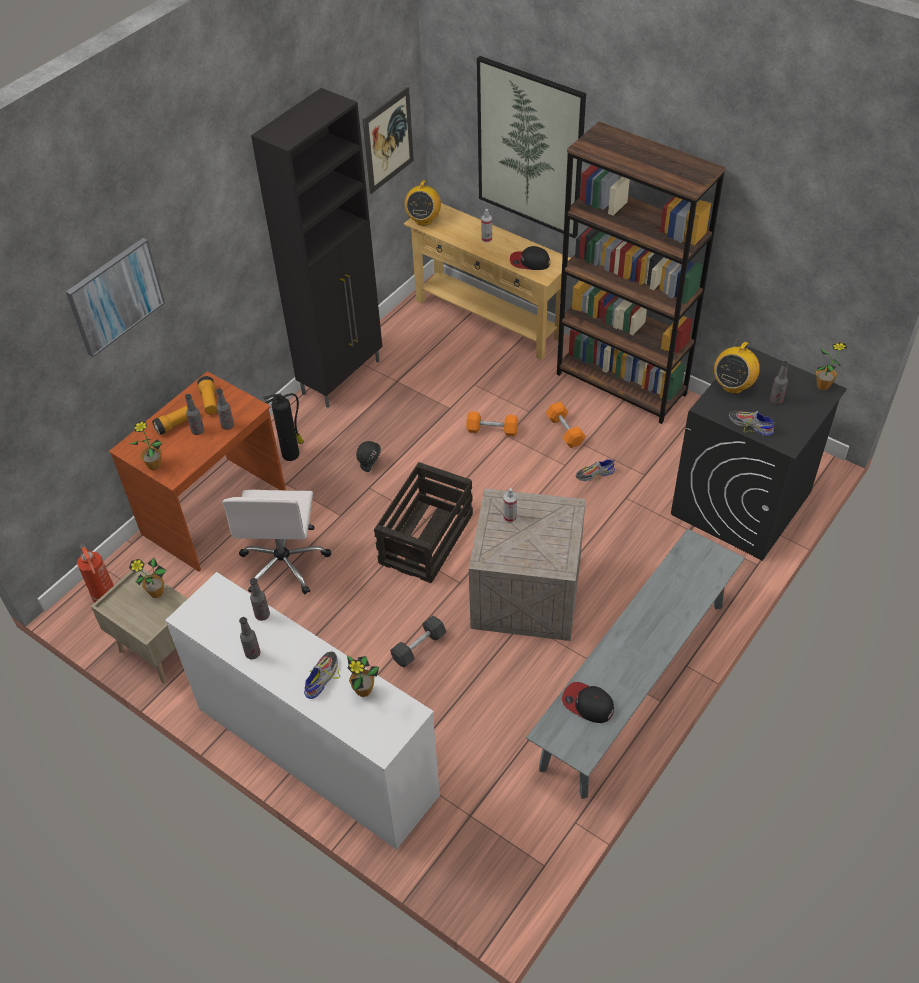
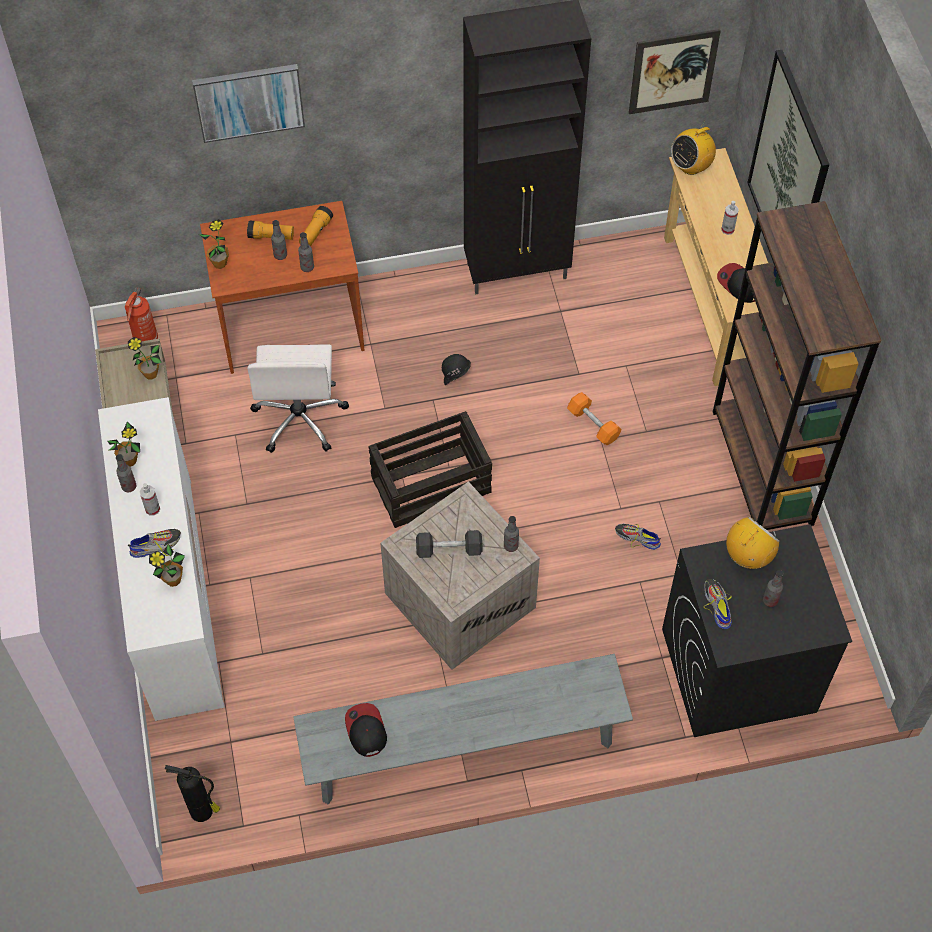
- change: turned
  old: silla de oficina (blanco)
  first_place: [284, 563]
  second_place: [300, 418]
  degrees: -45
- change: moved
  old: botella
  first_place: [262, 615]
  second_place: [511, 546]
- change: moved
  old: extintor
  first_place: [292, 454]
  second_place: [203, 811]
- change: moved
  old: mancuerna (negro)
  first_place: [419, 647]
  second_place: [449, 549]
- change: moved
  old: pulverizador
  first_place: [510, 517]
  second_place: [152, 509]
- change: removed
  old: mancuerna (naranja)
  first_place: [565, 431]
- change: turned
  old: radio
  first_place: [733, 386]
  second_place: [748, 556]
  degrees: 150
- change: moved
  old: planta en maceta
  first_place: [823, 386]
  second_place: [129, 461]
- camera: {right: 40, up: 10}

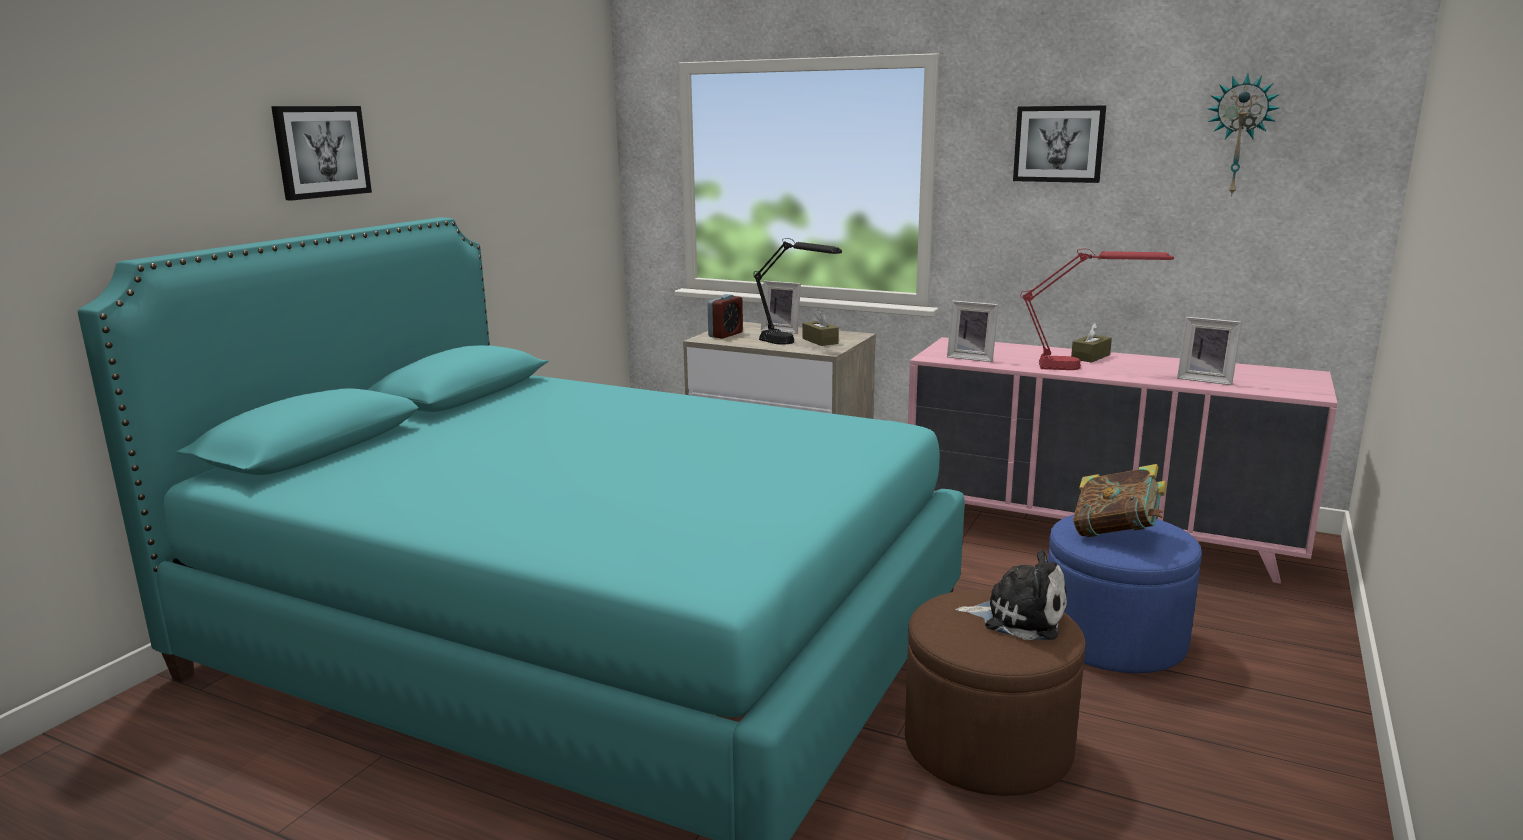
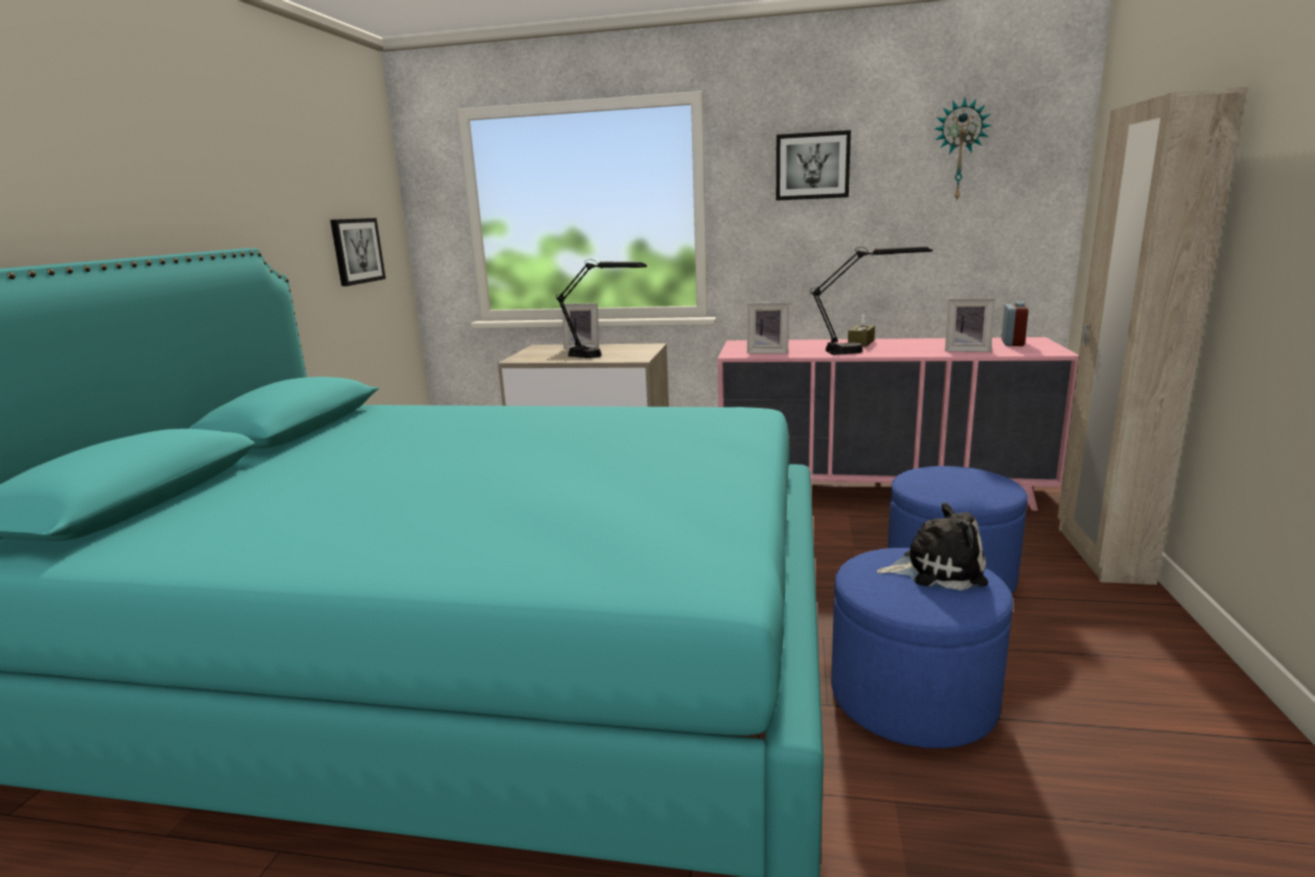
- change: moved
  old: cuadro
  first_place: [321, 151]
  second_place: [357, 251]
- change: moved
  old: despertador
  first_place: [725, 334]
  second_place: [1012, 343]
- change: removed
  old: caja de pañuelos (marrón)
  first_place: [820, 341]
- change: recoloured
  old: puf (marrón)
  new: puf (azul)
  first_place: [987, 746]
  second_place: [912, 697]
- change: recoloured
  old: lámpara de mesa (rojo)
  new: lámpara de mesa (negro)
  first_place: [1087, 367]
  second_place: [867, 350]
- change: removed
  old: libro
  first_place: [1116, 534]
- change: added
  new: armario ropero (beis)
  second_place: [1101, 554]
- camera: {right: -15, up: 0}

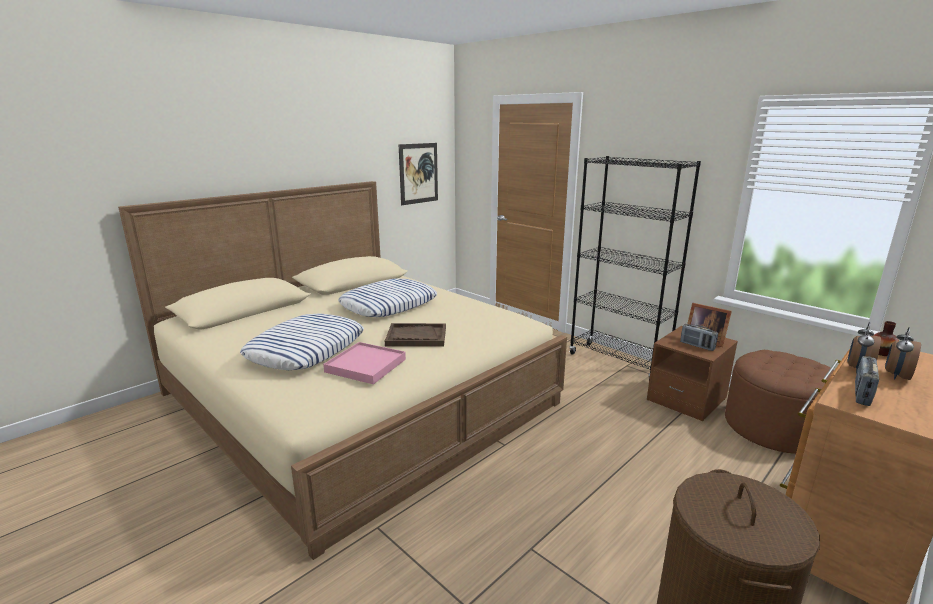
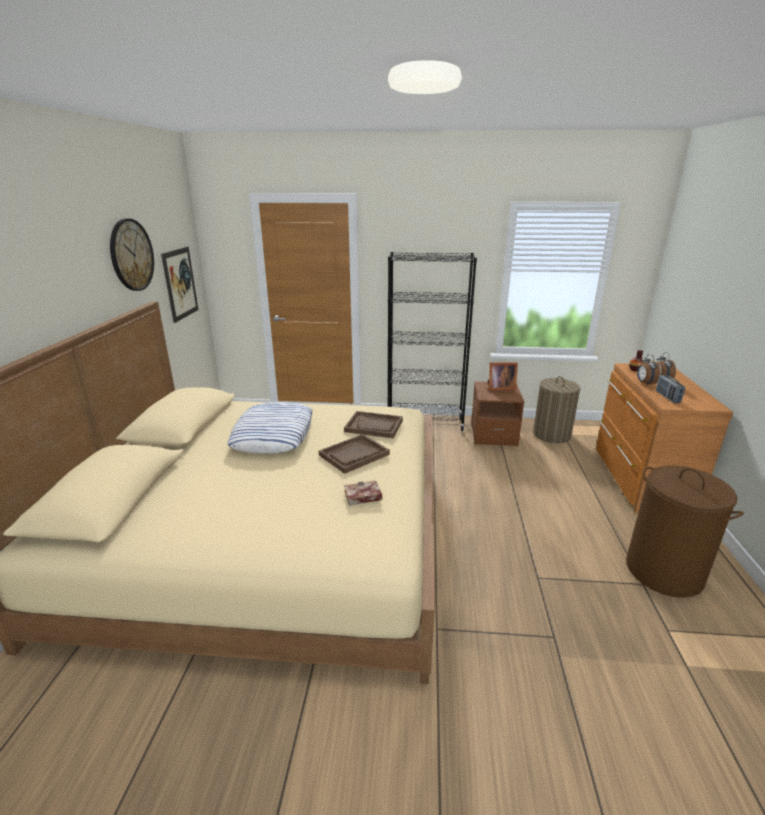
- change: removed
  old: cojín
  first_place: [306, 349]
- change: replaced
  old: bandeja (rosa)
  new: libro
  first_place: [365, 365]
  second_place: [361, 497]
- change: removed
  old: radio
  first_place: [697, 346]
- change: replaced
  old: puf (marrón)
  new: cesto de la ropa
  first_place: [774, 428]
  second_place: [551, 434]
- change: added
  new: reloj de pared
  second_place: [131, 255]
- change: added
  new: bandeja (marrón)
  second_place: [374, 426]
- camera: {right: -40, up: 5}

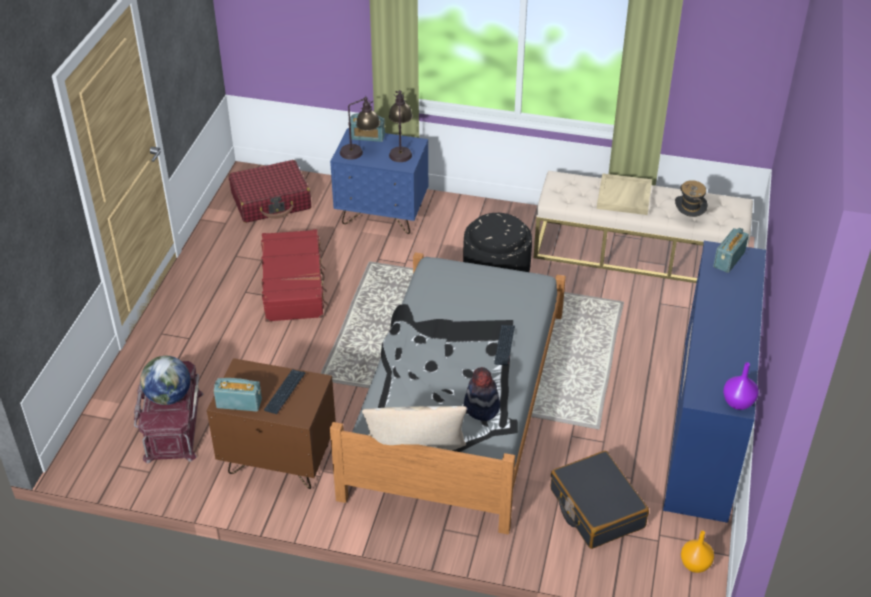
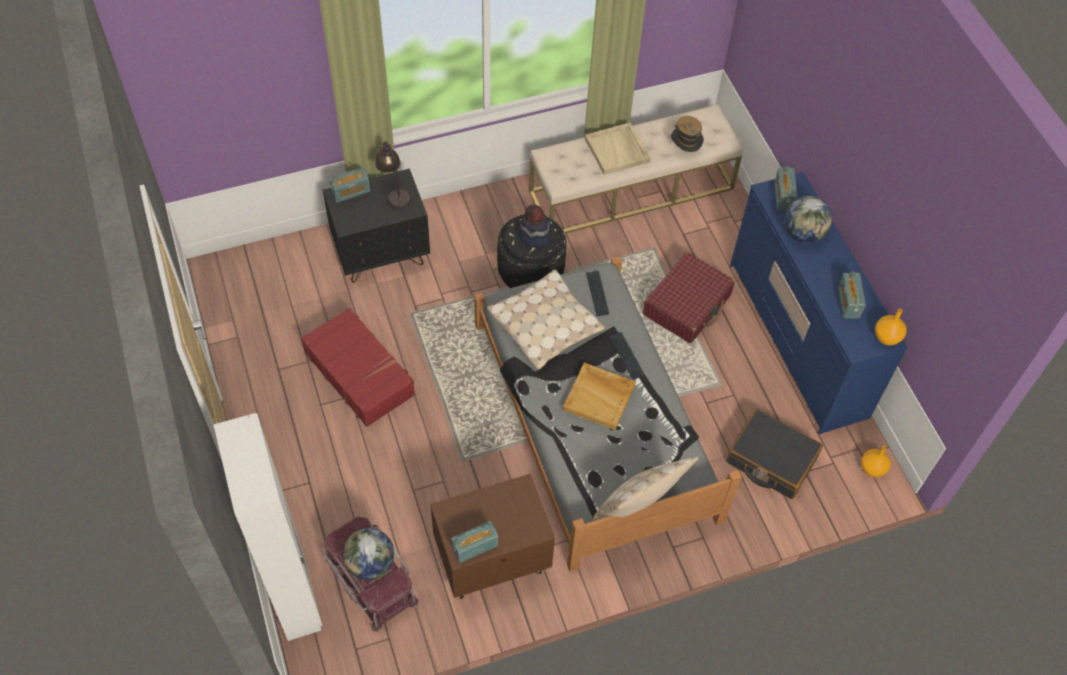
- change: moved
  old: maleta (rojo)
  first_place: [271, 201]
  second_place: [687, 305]
- change: moved
  old: teclado
  first_place: [285, 392]
  second_place: [597, 294]
- change: recoloured
  old: mesita de noche (azul)
  new: mesita de noche (negro)
  first_place: [382, 215]
  second_place: [381, 255]
- change: removed
  old: lámpara de mesa
  first_place: [360, 152]
- change: moved
  old: sombrero
  first_place: [481, 407]
  second_place: [534, 236]
- change: recoloured
  old: florero (morado)
  new: florero (naranja)
  first_place: [738, 403]
  second_place: [887, 337]
- change: added
  new: armario ropero (blanco)
  second_place: [296, 597]
- change: added
  new: cojín (beis)
  second_place: [545, 325]
- change: added
  new: bandeja (beis)
  second_place: [600, 397]
- change: added
  new: globo terráqueo
  second_place: [803, 233]
- change: added
  new: radio
  second_place: [848, 302]
- camera: {right: -35, up: 15}

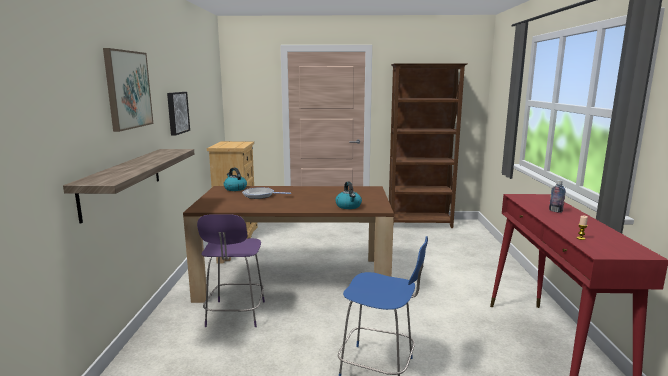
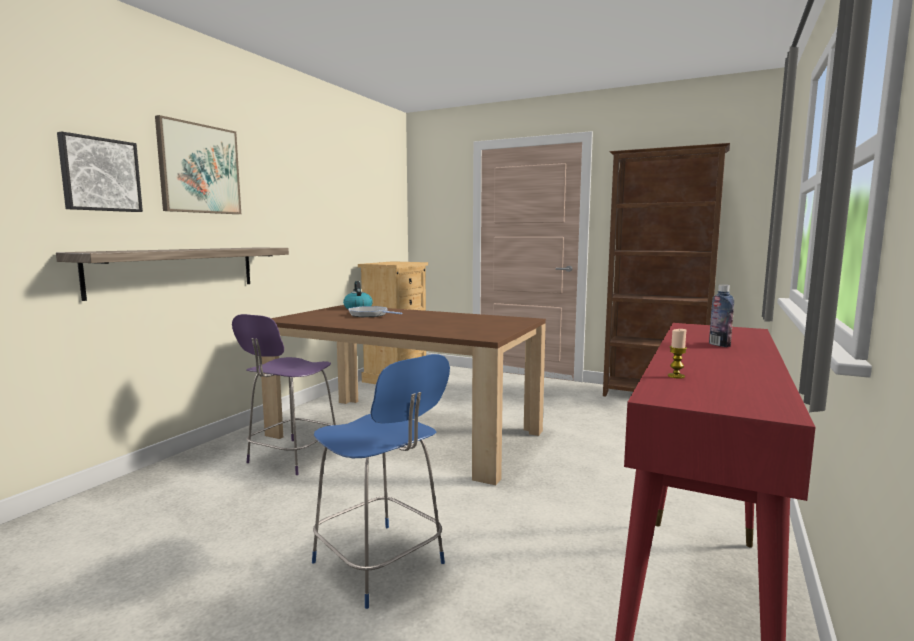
- change: moved
  old: cuadro
  first_place: [176, 112]
  second_place: [100, 174]
- change: removed
  old: hervidor
  first_place: [348, 206]
- camera: {right: 25, up: -5}

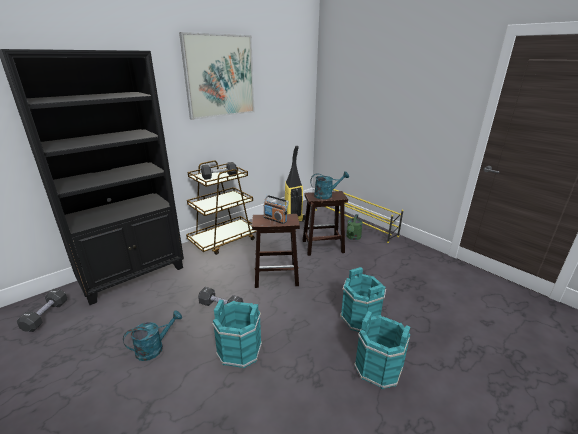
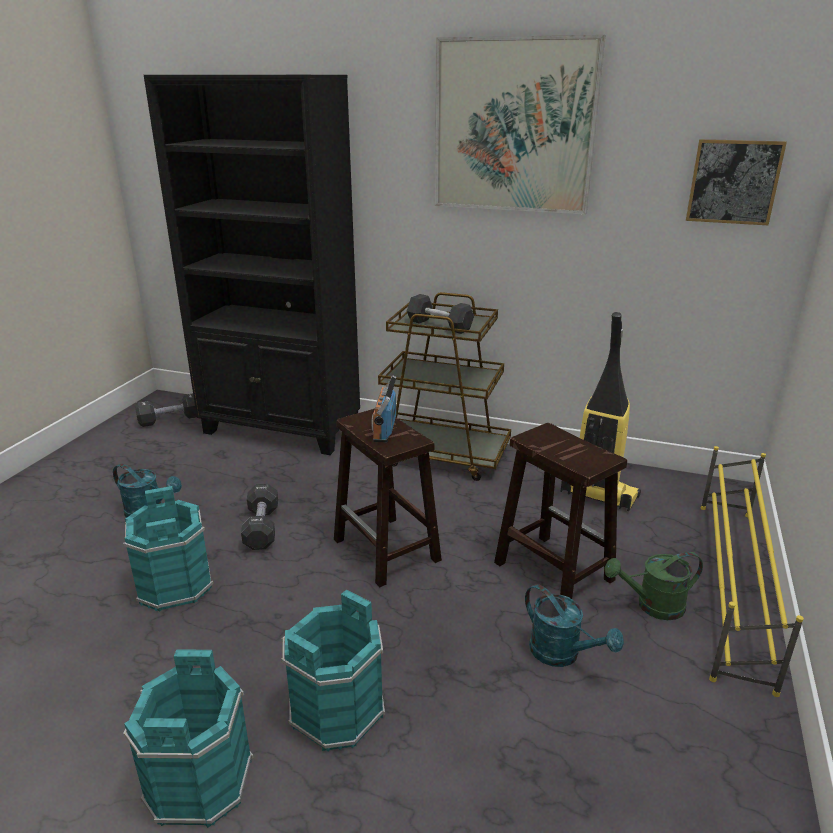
- change: moved
  old: regadera (turquesa)
  first_place: [326, 195]
  second_place: [562, 654]
- change: added
  new: cuadro
  second_place: [733, 182]
- camera: {right: 60, up: 0}

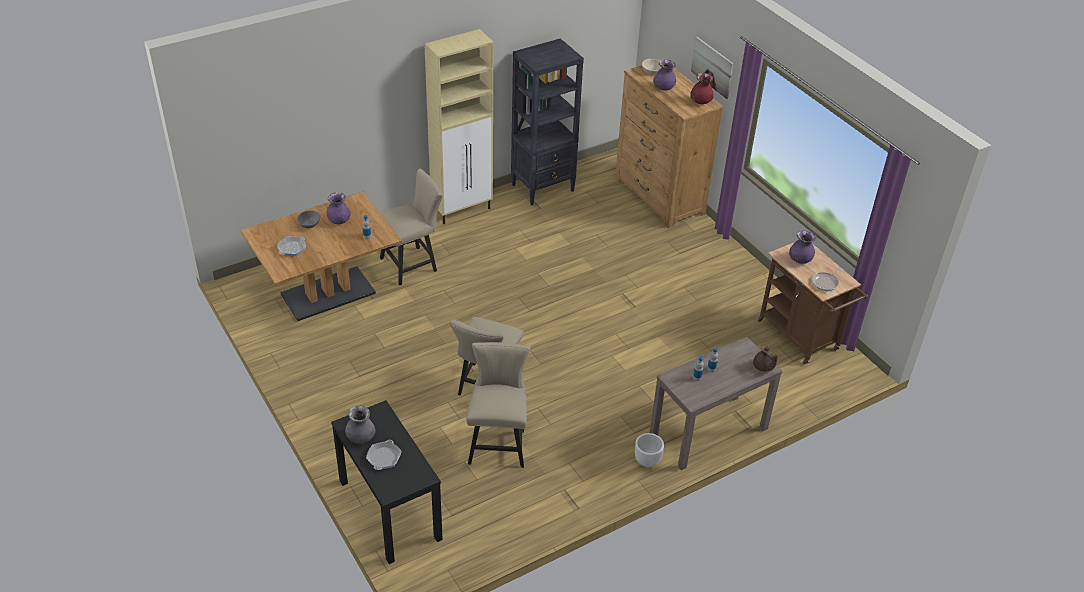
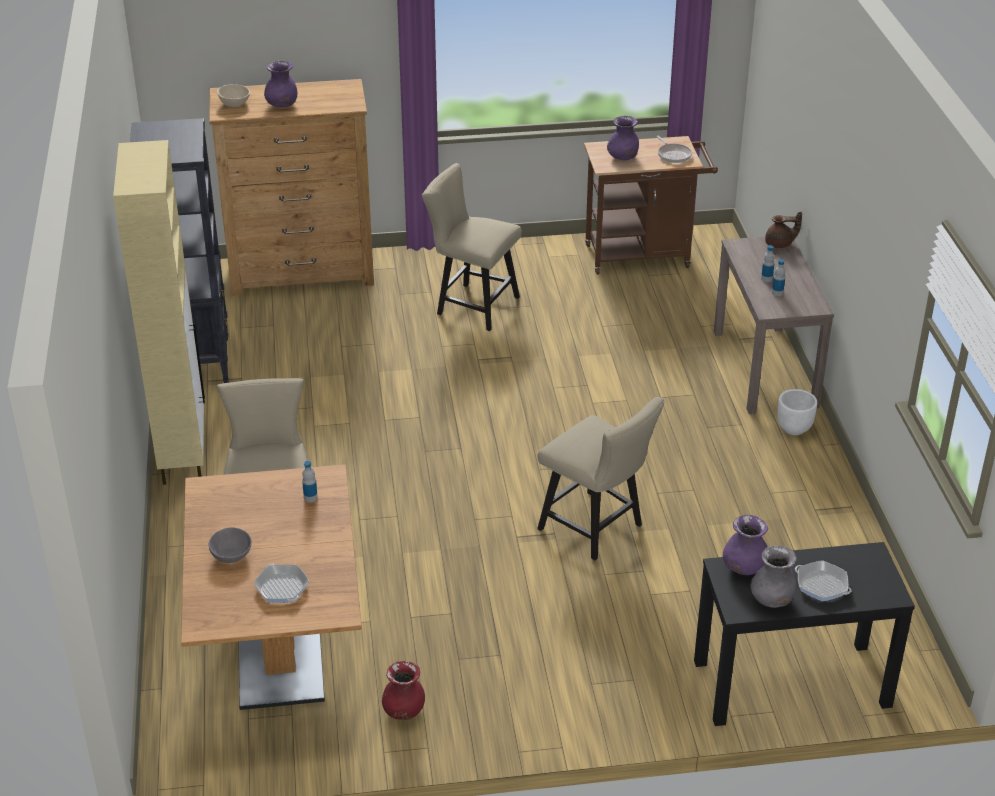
- change: moved
  old: florero (morado)
  first_place: [339, 221]
  second_place: [744, 567]
- change: moved
  old: silla (beis)
  first_place: [498, 443]
  second_place: [472, 305]
- change: moved
  old: florero (rojo)
  first_place: [700, 102]
  second_place: [404, 711]
- change: removed
  old: cuadro
  first_place: [712, 67]
- camera: {right: -65, up: -5}

